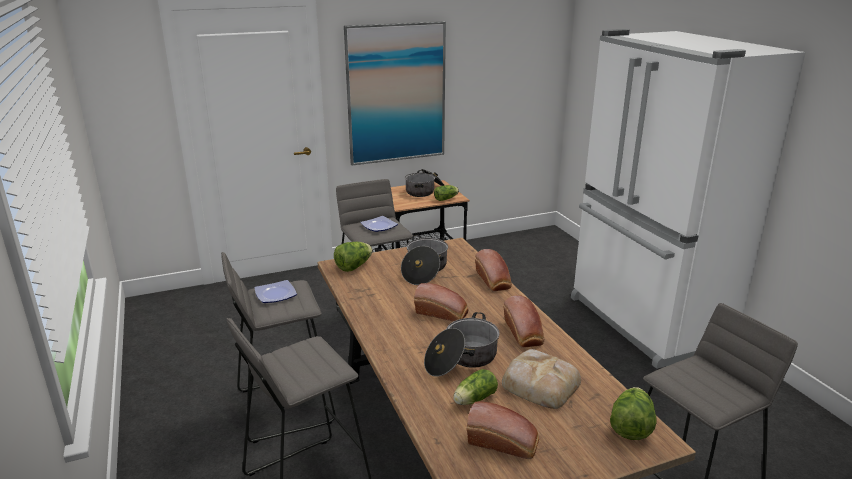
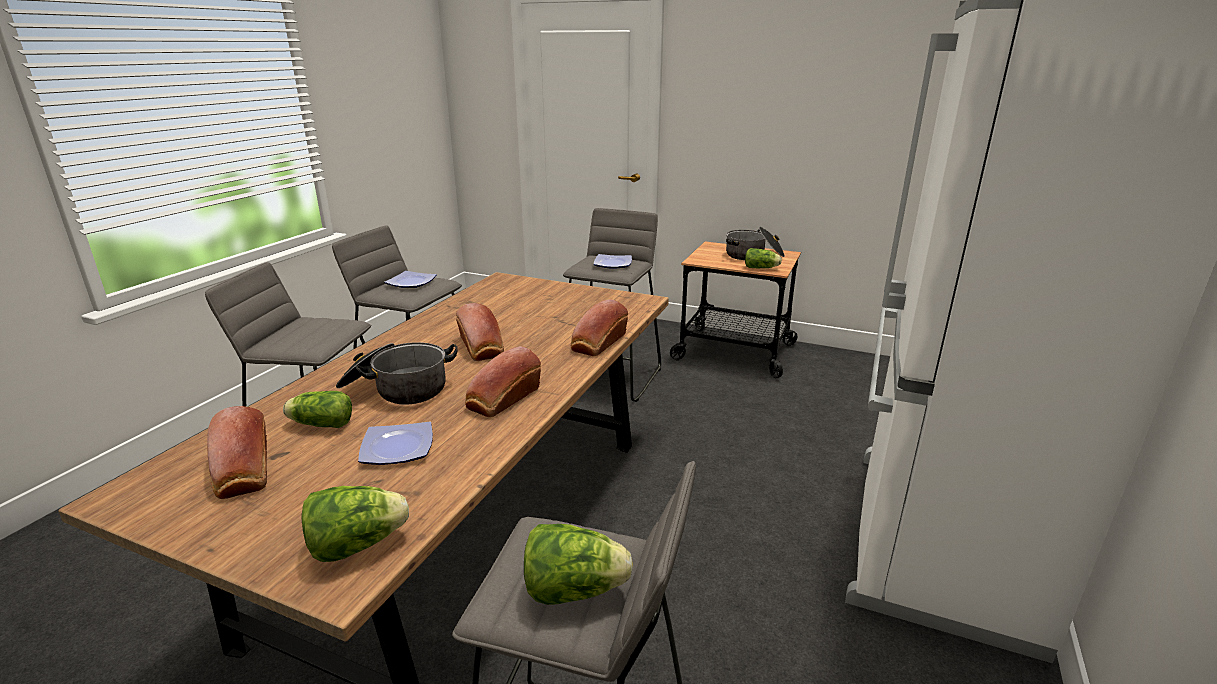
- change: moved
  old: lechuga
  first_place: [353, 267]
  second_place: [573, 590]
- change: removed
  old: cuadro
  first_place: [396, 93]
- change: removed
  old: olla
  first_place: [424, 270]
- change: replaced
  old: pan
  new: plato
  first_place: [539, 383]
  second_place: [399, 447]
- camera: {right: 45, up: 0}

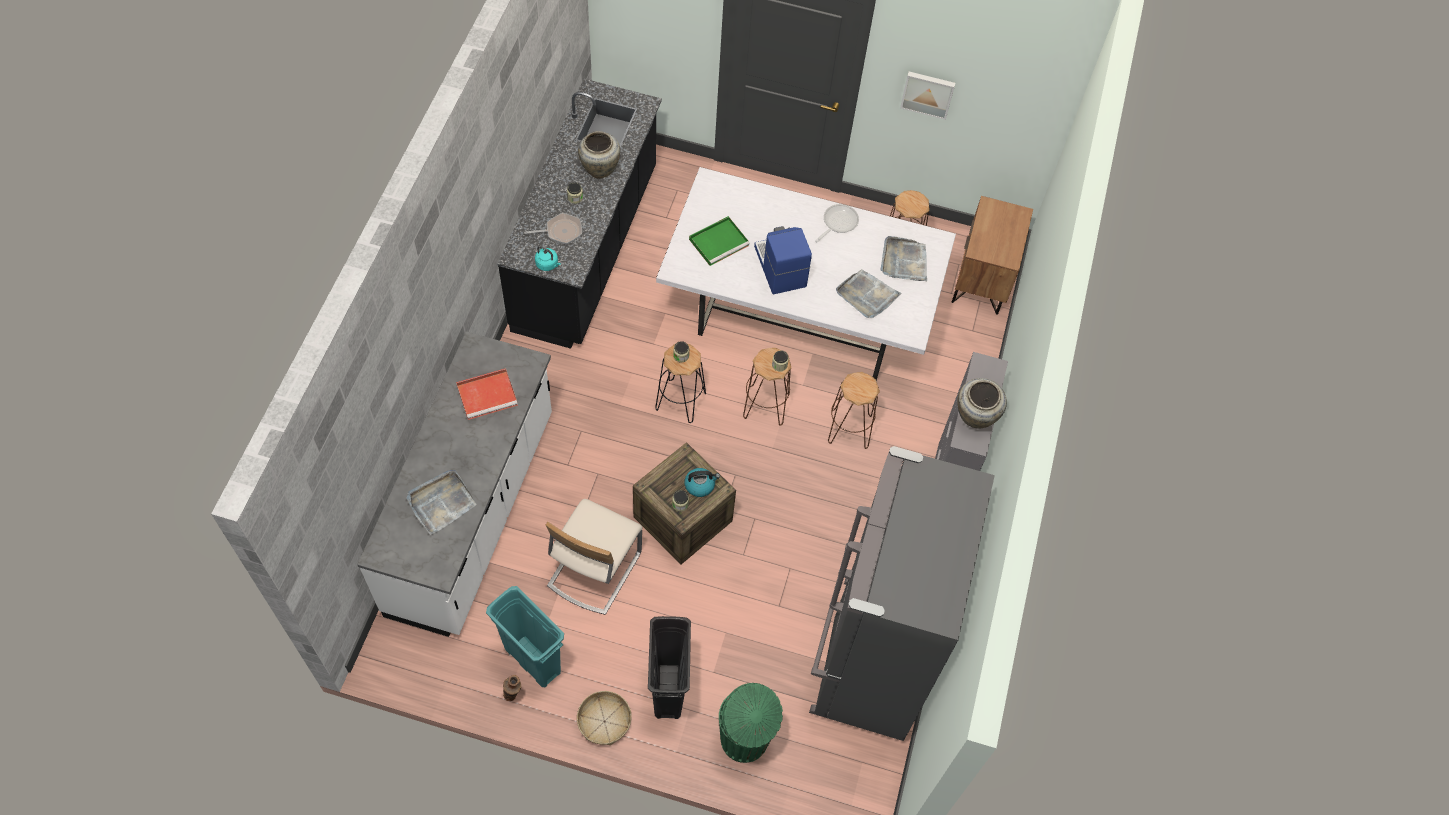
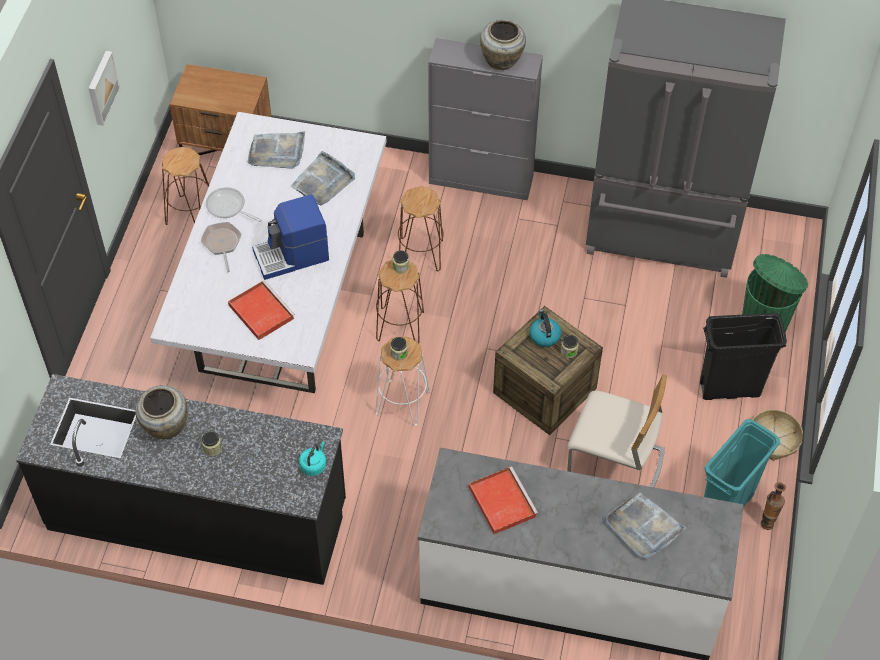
- change: moved
  old: sartén
  first_place: [561, 231]
  second_place: [222, 244]
- change: recoloured
  old: taburete (negro)
  new: taburete (blanco)
  first_place: [680, 401]
  second_place: [402, 403]
- change: recoloured
  old: bandeja (verde)
  new: bandeja (rojo)
  first_place: [719, 242]
  second_place: [260, 311]
- camera: {right: -90, up: -5}

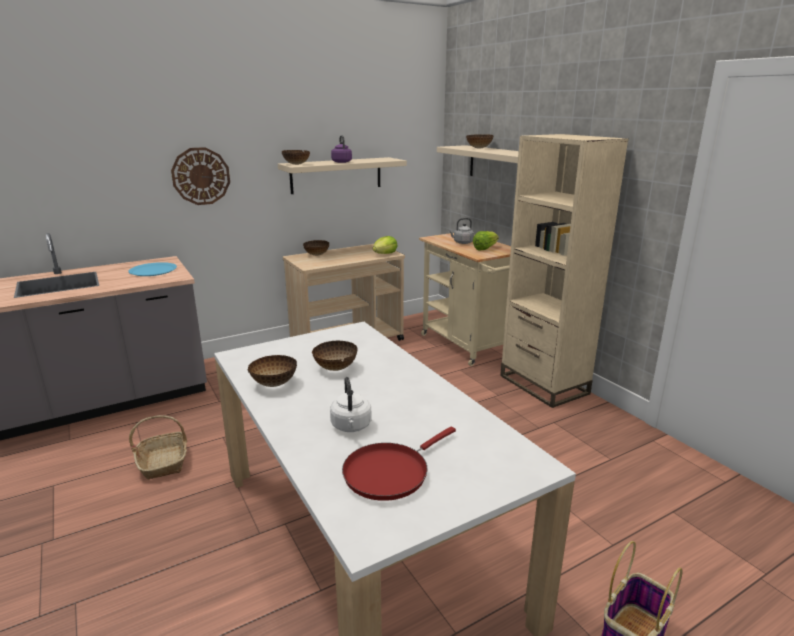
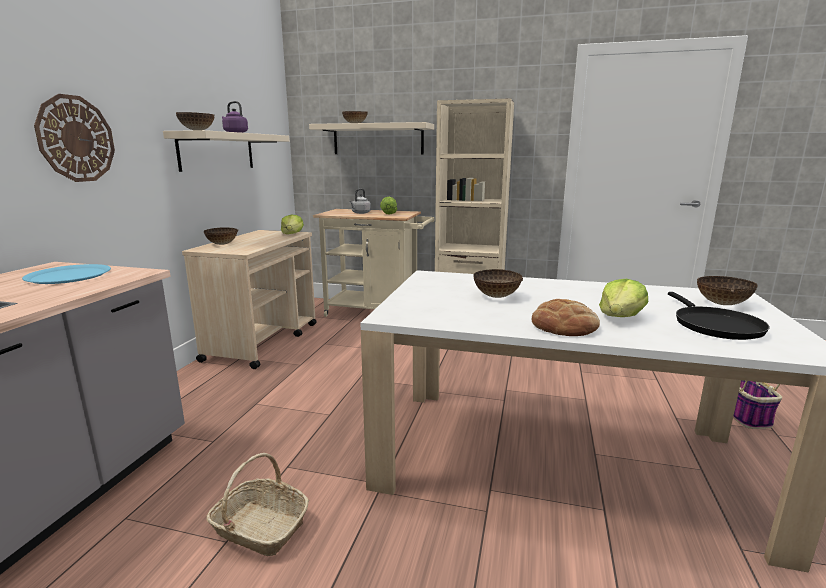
- change: moved
  old: cuenco
  first_place: [274, 383]
  second_place: [721, 304]
- change: replaced
  old: hervidor (blanco)
  new: lechuga
  first_place: [351, 426]
  second_place: [620, 317]
- change: recoloured
  old: sartén (rojo)
  new: sartén (negro)
  first_place: [390, 472]
  second_place: [714, 325]
- change: added
  new: pan
  second_place: [564, 326]
- camera: {right: -45, up: -5}

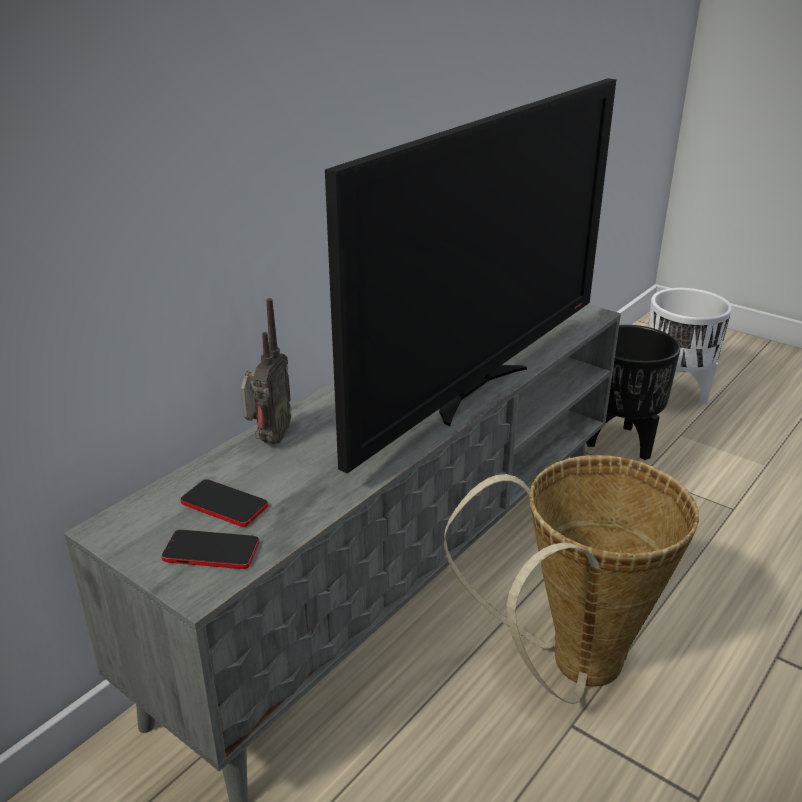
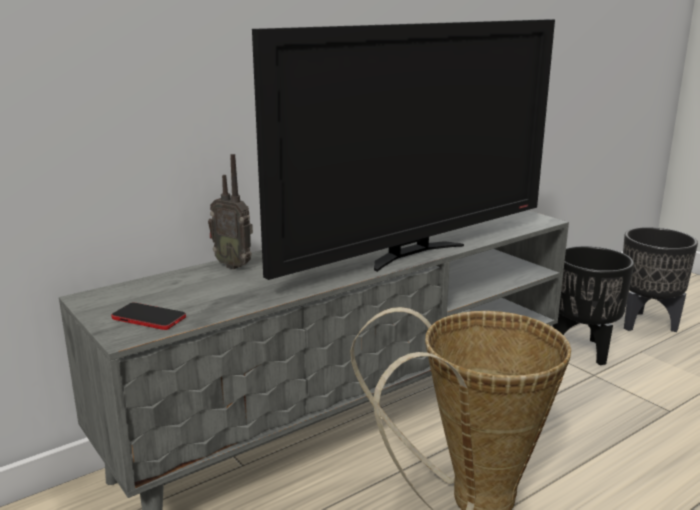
- change: removed
  old: móvil
  first_place: [224, 504]
- change: turned
  old: radio
  first_place: [268, 440]
  second_place: [234, 265]
  degrees: 90
- change: recoloured
  old: maceta (blanco)
  new: maceta (negro)
  first_place: [673, 397]
  second_place: [646, 324]
- camera: {right: 15, up: -10}

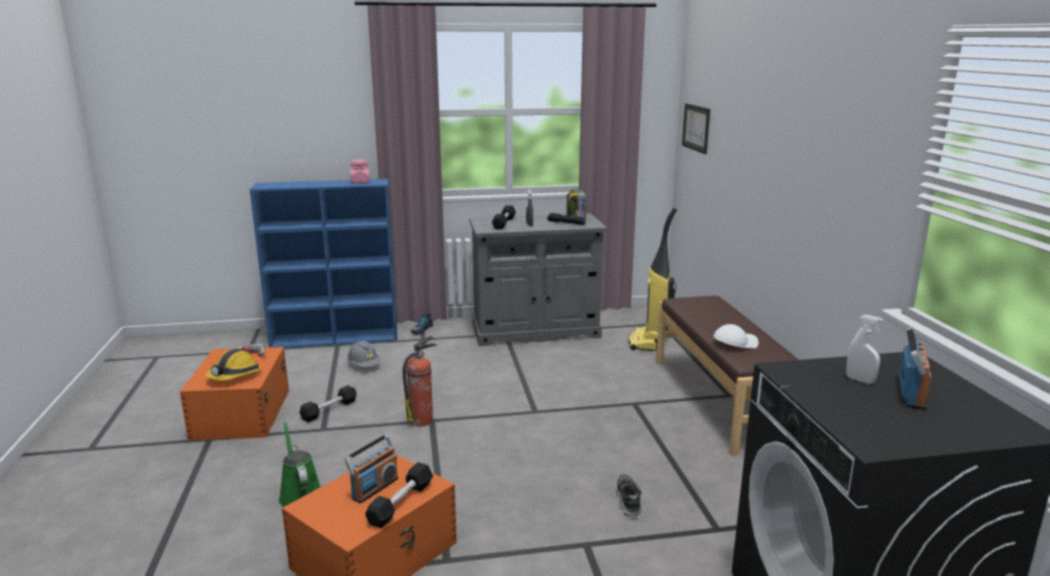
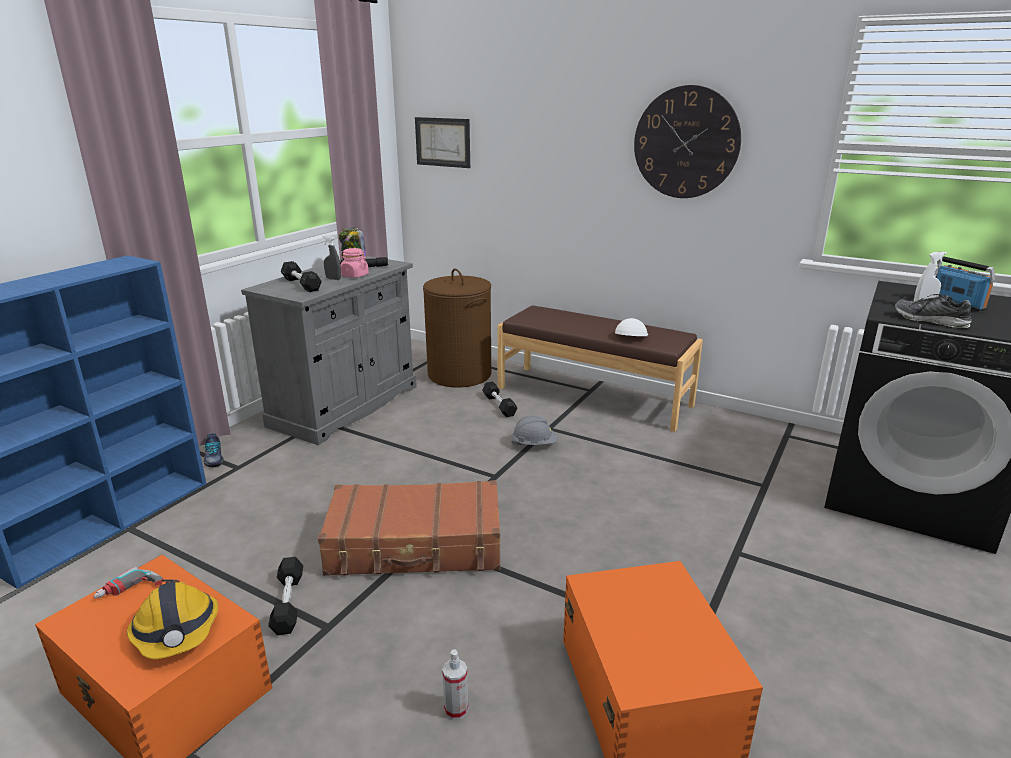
- change: replaced
  old: regadera (verde)
  new: pulverizador
  first_place: [299, 494]
  second_place: [456, 709]
- change: removed
  old: radio
  first_place: [374, 488]
- change: moved
  old: casco (gris)
  first_place: [364, 366]
  second_place: [534, 444]
- change: moved
  old: tarro (rosa)
  first_place: [360, 182]
  second_place: [354, 275]
- change: moved
  old: mancuerna (negro)
  first_place: [401, 503]
  second_place: [499, 405]
- change: replaced
  old: extintor
  new: maleta (marrón)
  first_place: [422, 420]
  second_place: [416, 545]
- change: moved
  old: zapato
  first_place: [628, 501]
  second_place: [930, 320]
- change: replaced
  old: aspiradora
  new: cesto de la ropa (marrón)
  first_place: [648, 342]
  second_place: [460, 374]
- change: added
  new: reloj de pared
  second_place: [686, 143]
- camera: {right: -50, up: 5}

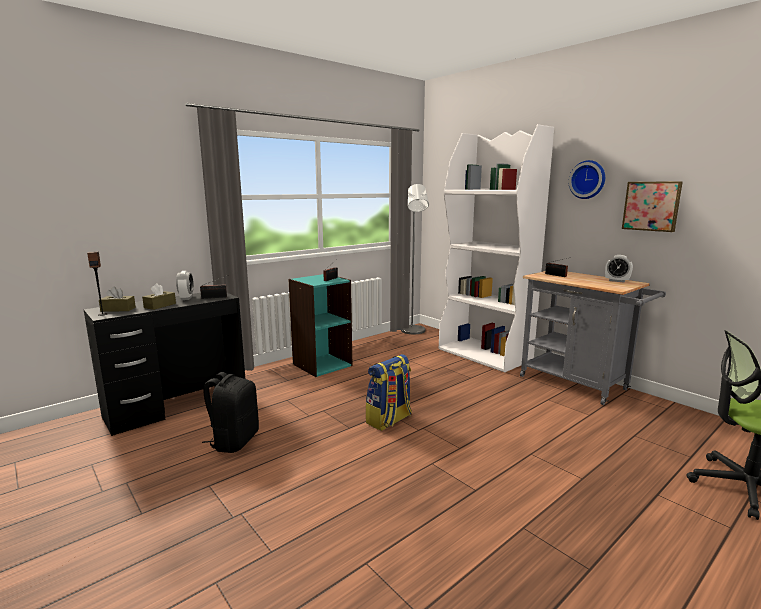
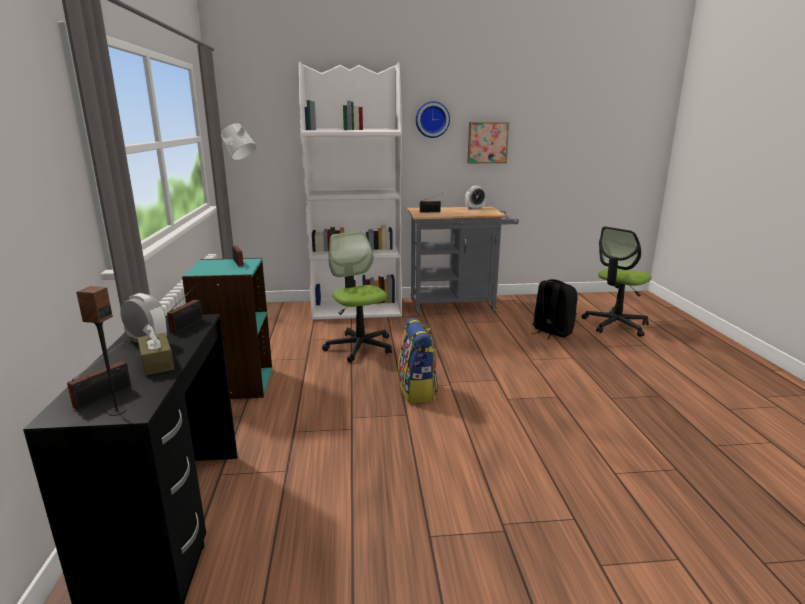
- change: replaced
  old: caja de pañuelos (marrón)
  new: radio
  first_place: [118, 309]
  second_place: [107, 396]
- change: moved
  old: mochila (negro)
  first_place: [234, 441]
  second_place: [551, 332]
- change: added
  new: silla de oficina
  second_place: [359, 347]
- camera: {right: -55, up: 5}

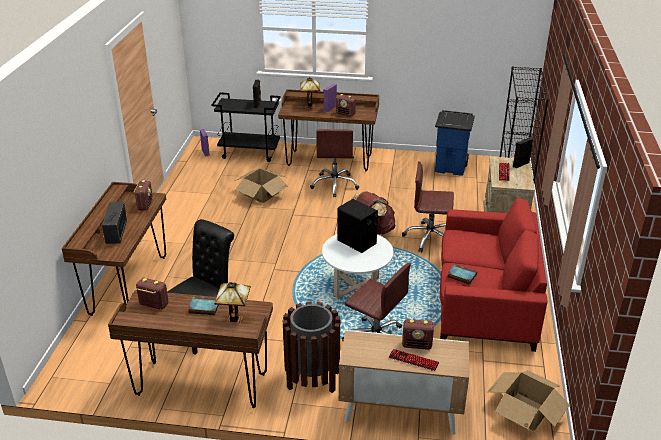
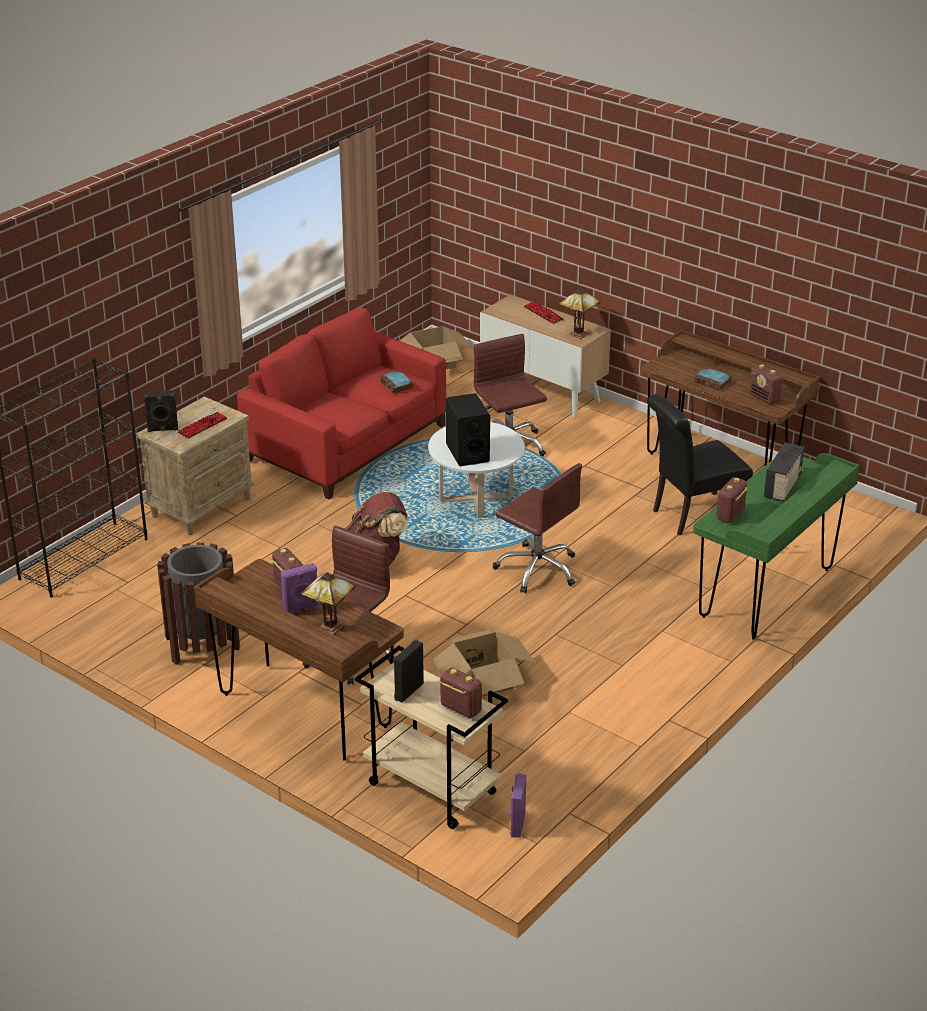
- change: recoloured
  old: escritorio (marrón)
  new: escritorio (verde)
  first_place: [128, 285]
  second_place: [767, 593]
- change: recoloured
  old: carrito (negro)
  new: carrito (beis)
  first_place: [250, 153]
  second_place: [430, 789]
- change: moved
  old: lámpara de mesa
  first_place: [236, 321]
  second_place: [577, 334]
- change: moved
  old: papelera (marrón)
  first_place: [312, 379]
  second_place: [203, 647]
- change: moved
  old: silla de oficina (marrón)
  first_place: [429, 238]
  second_place: [538, 569]
- change: moved
  old: radio
  first_place: [417, 345]
  second_place: [460, 708]
- change: removed
  old: papelera (azul)
  first_place: [451, 167]
- camera: {right: -150, up: 0}

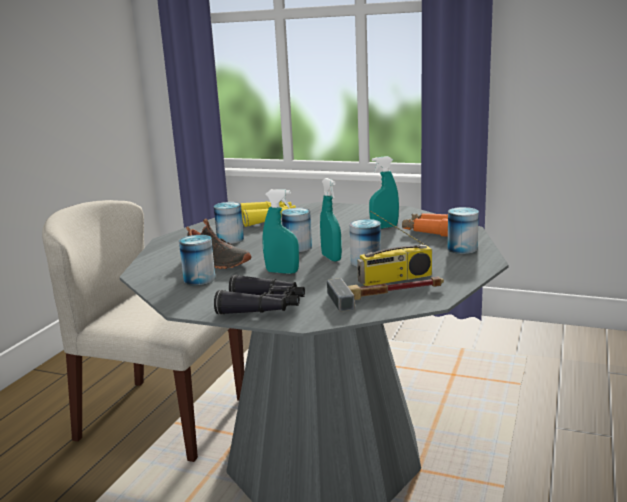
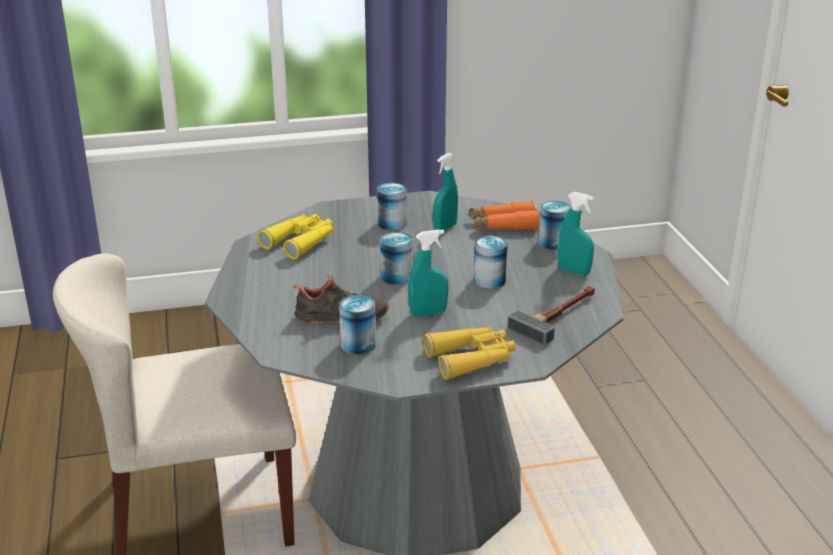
- change: moved
  old: lata
  first_place: [230, 239]
  second_place: [392, 224]
- change: recoloured
  old: prismáticos (negro)
  new: prismáticos (amarillo)
  first_place: [263, 307]
  second_place: [471, 359]
- change: moved
  old: pulverizador (turquesa)
  first_place: [331, 258]
  second_place: [573, 271]
- change: removed
  old: radio
  first_place: [395, 279]
- camera: {right: -35, up: 10}

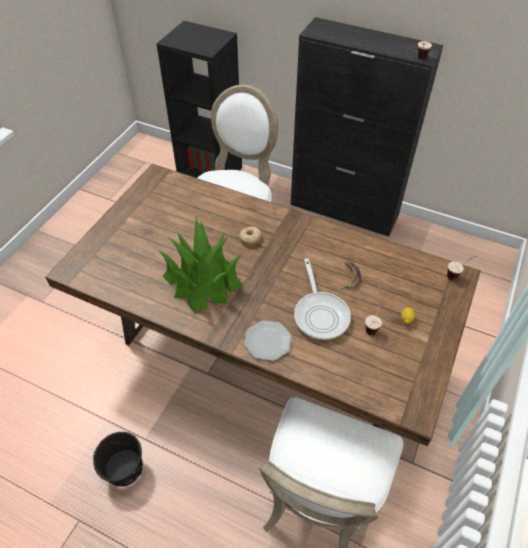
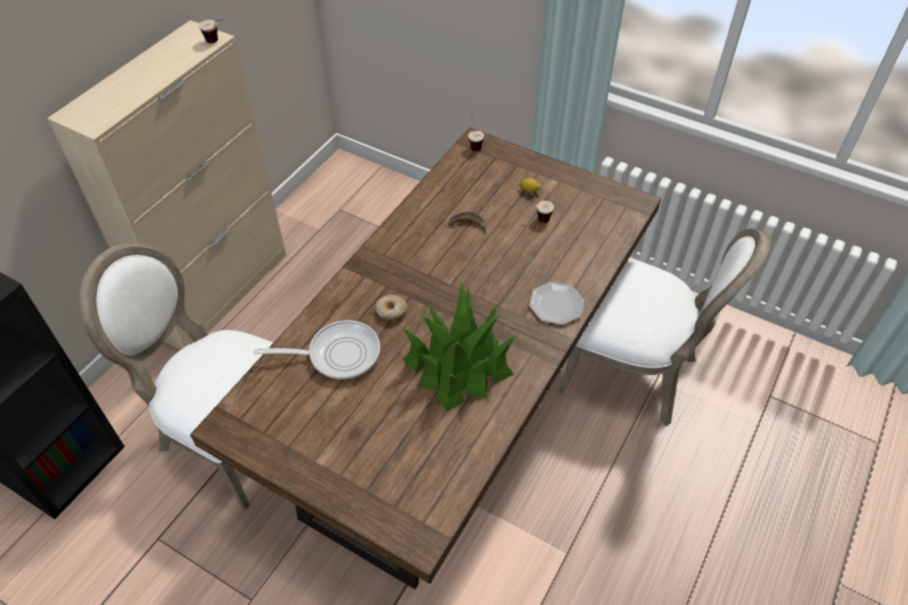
- change: removed
  old: cubo (negro)
  first_place: [123, 468]
- change: recoloured
  old: armario (negro)
  new: armario (beis)
  first_place: [344, 210]
  second_place: [222, 291]
- change: moved
  old: sartén
  first_place: [320, 314]
  second_place: [338, 354]
- camera: {right: -85, up: 0}

